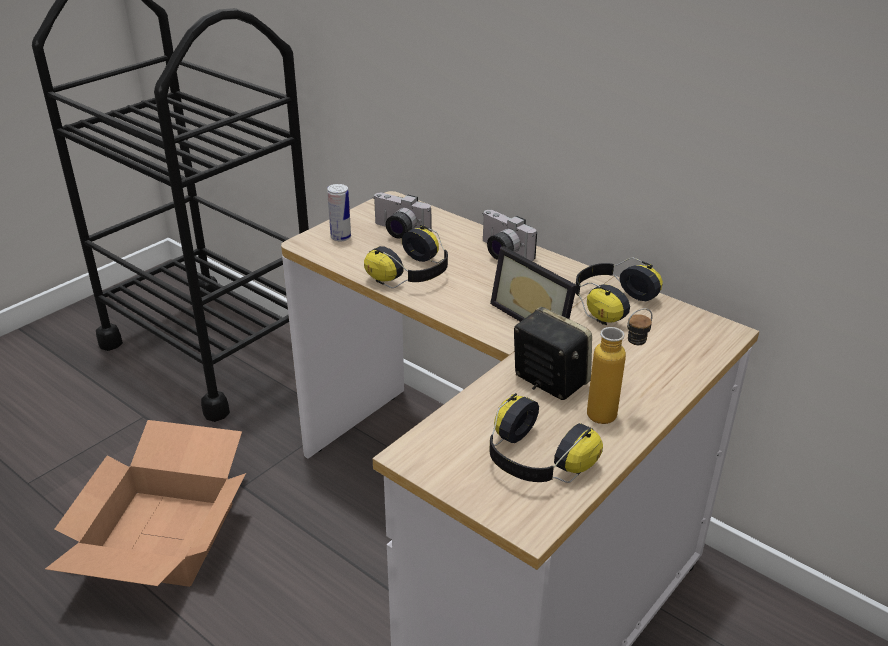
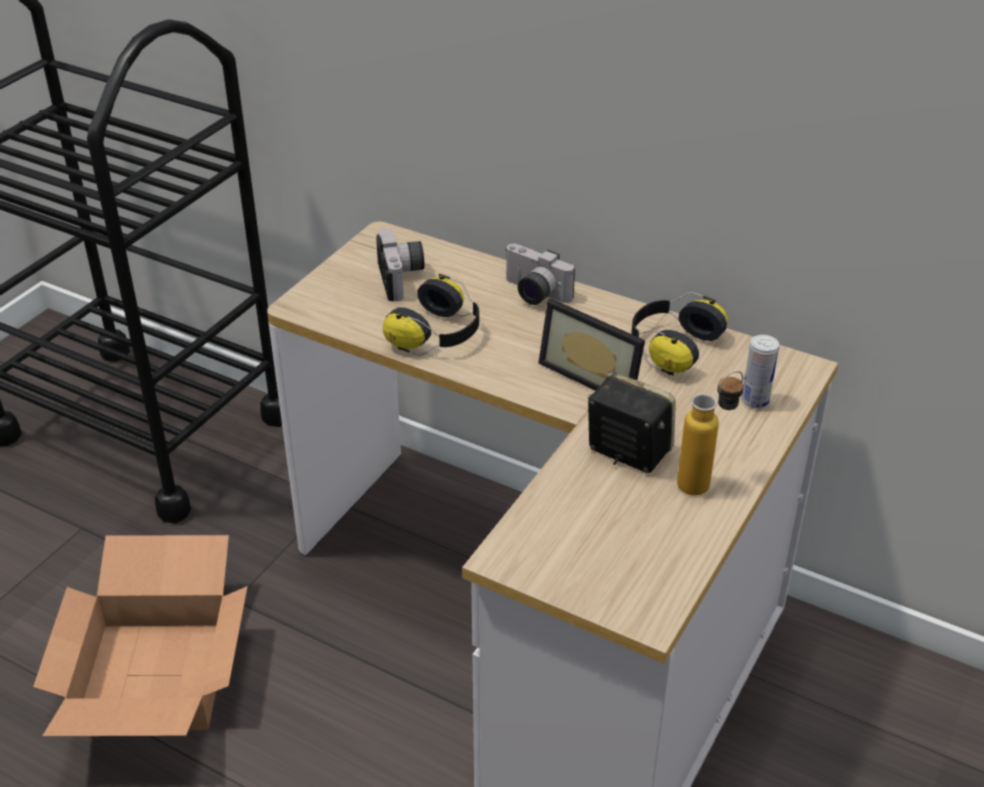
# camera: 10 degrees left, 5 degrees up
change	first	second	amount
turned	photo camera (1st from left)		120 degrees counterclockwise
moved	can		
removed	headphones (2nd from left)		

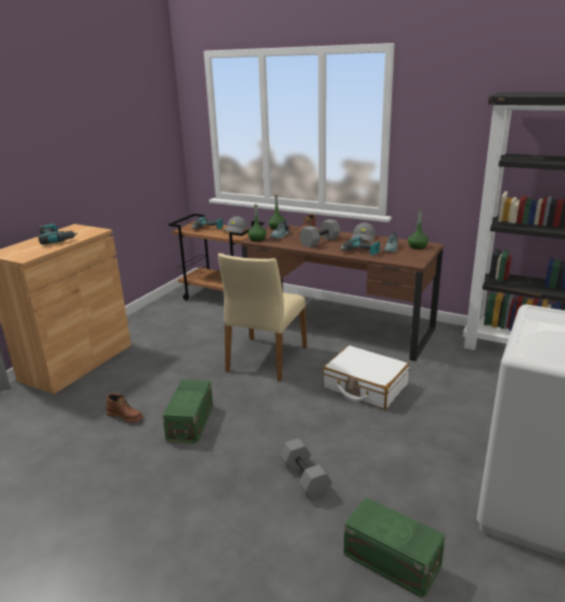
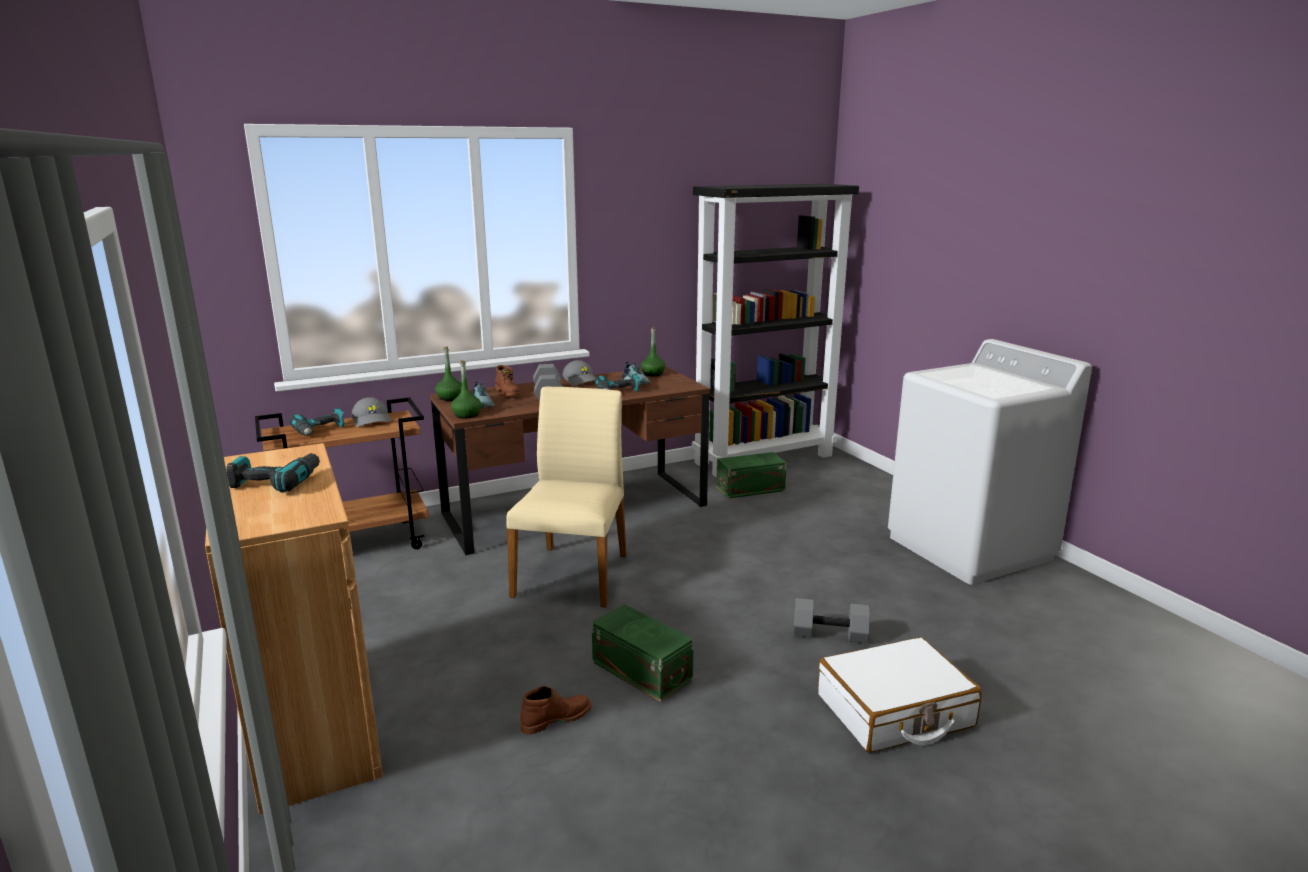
# camera: 55 degrees left, 5 degrees down
change	first	second	amount
turned	beige chair		135 degrees counterclockwise
moved	green storage box (2nd from left)		
moved	white suitcase		

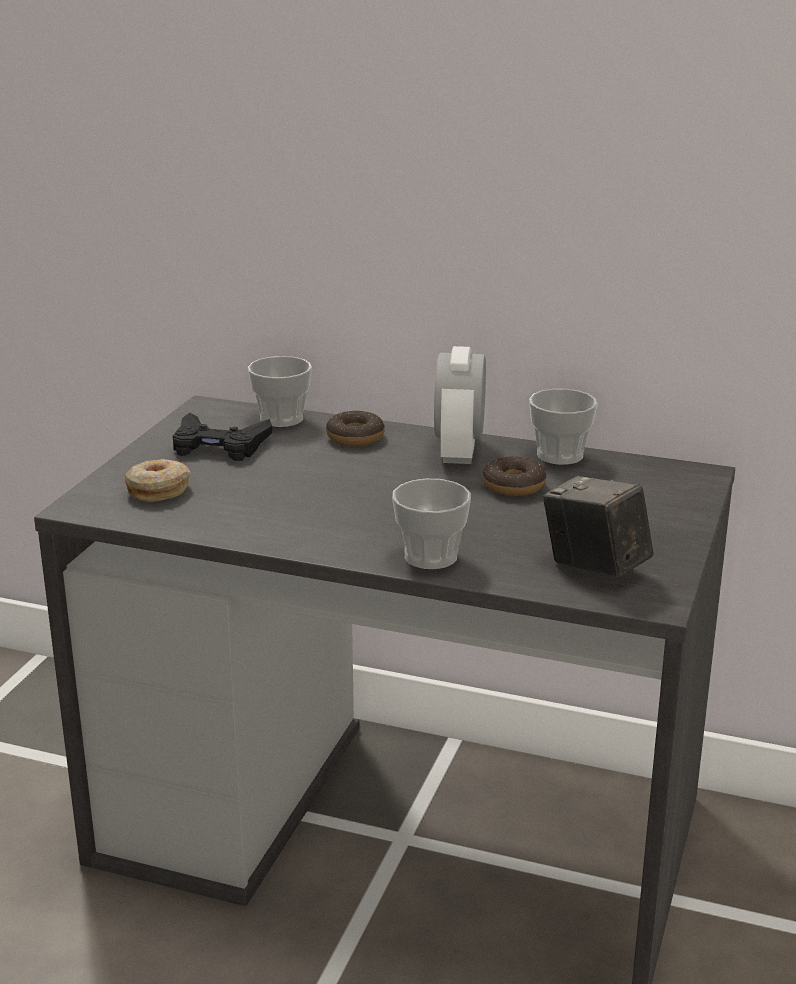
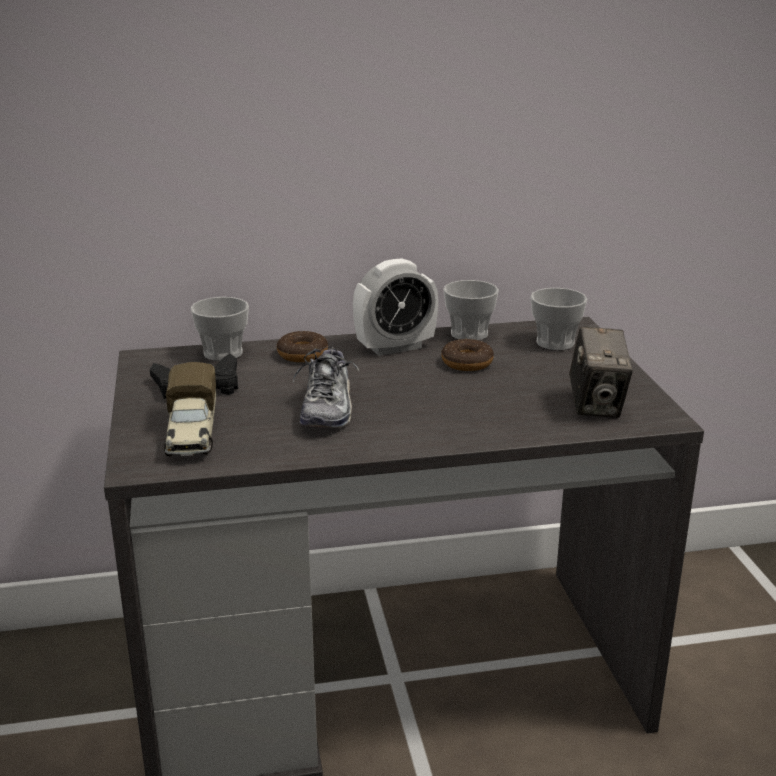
# camera: 30 degrees left, 0 degrees up
change	first	second	amount
replaced	donut (1st from left)	toy truck	
added		shoe	
turned	alarm clock		90 degrees counterclockwise
moved	cup (2nd from left in the first image)	cup (3rd from left)	
turned	photo camera		105 degrees counterclockwise

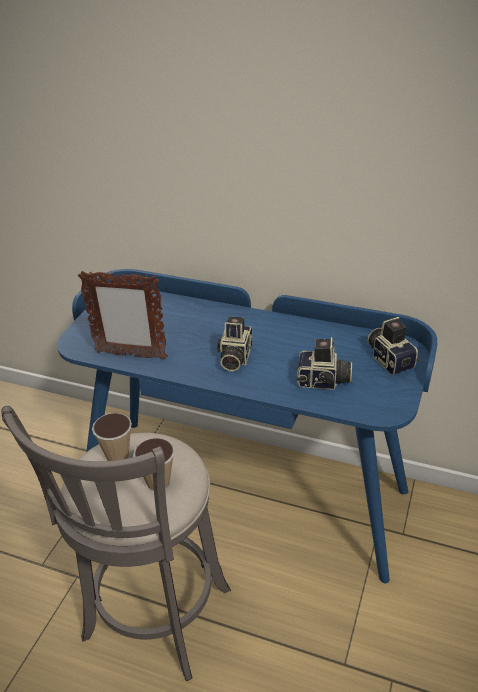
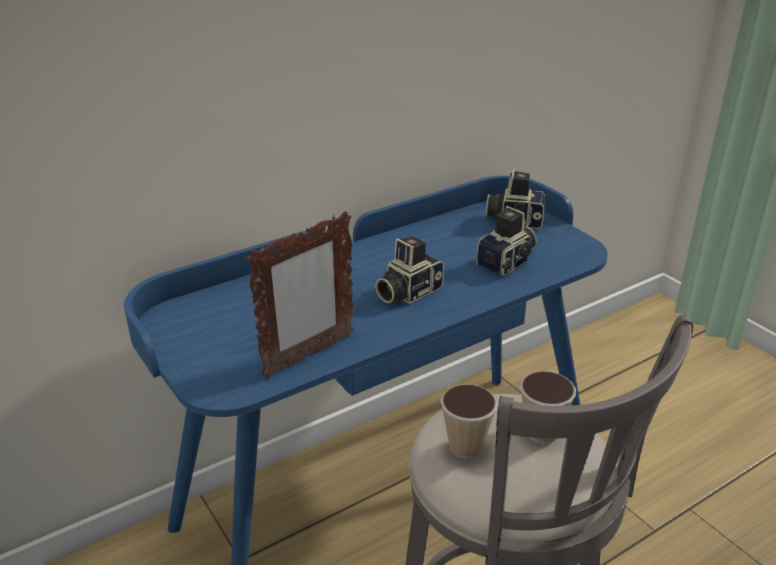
# camera: 55 degrees left, 5 degrees down
change	first	second	amount
turned	photo camera (1st from left)		90 degrees clockwise

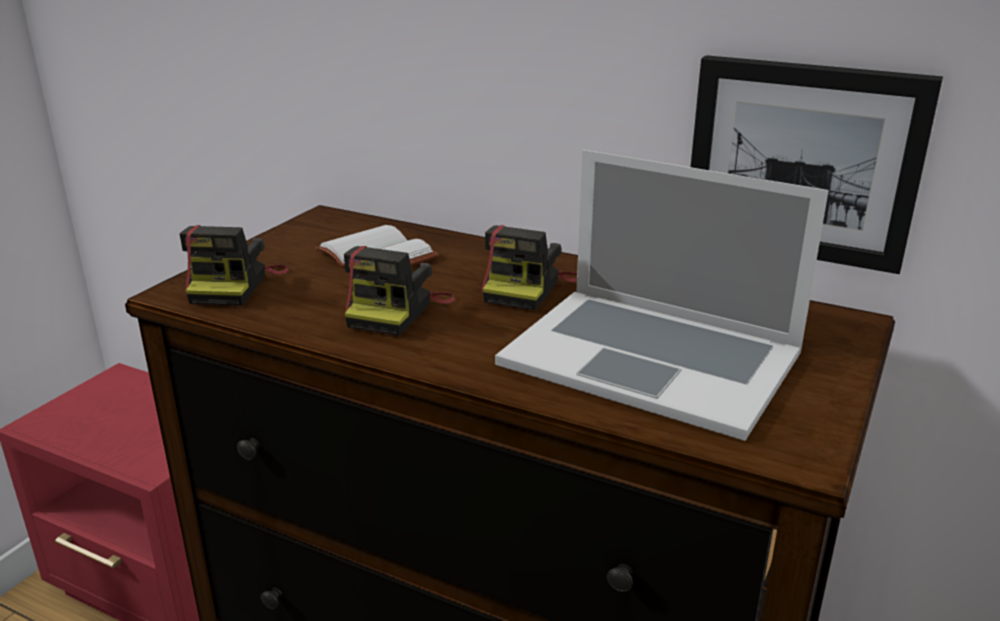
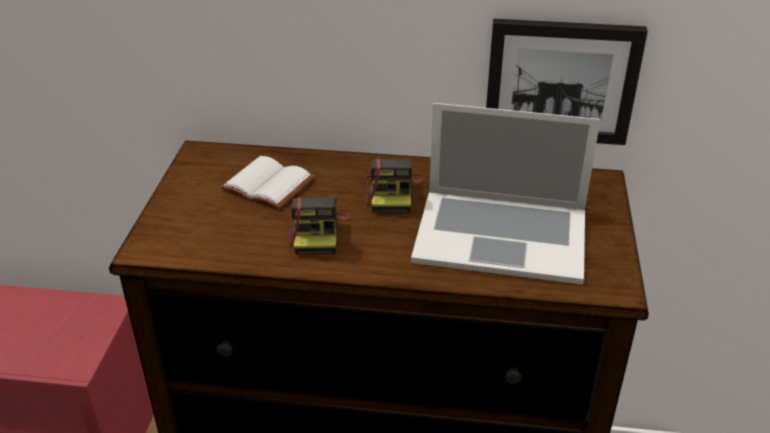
# camera: 20 degrees left, 10 degrees up
change	first	second	amount
removed	photo camera (1st from left)		

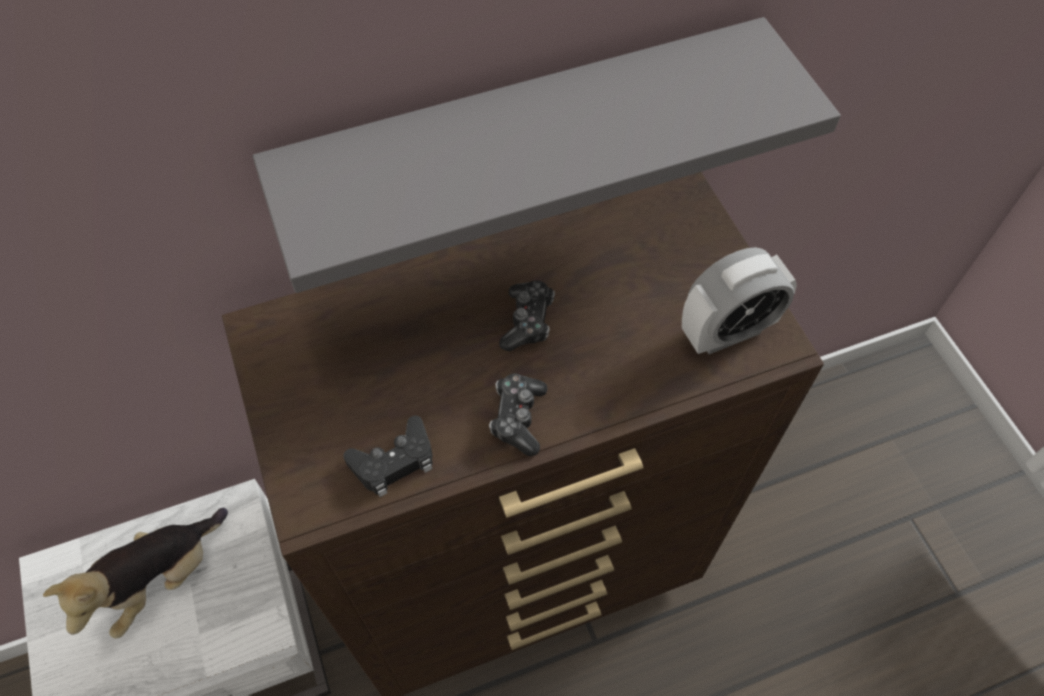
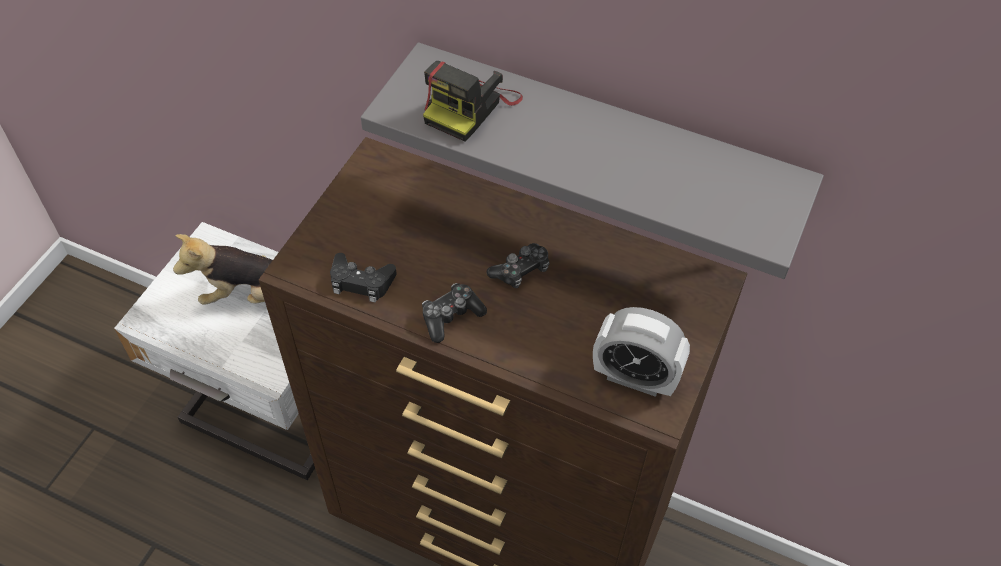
# camera: 45 degrees right, 5 degrees down
change	first	second	amount
added		photo camera	

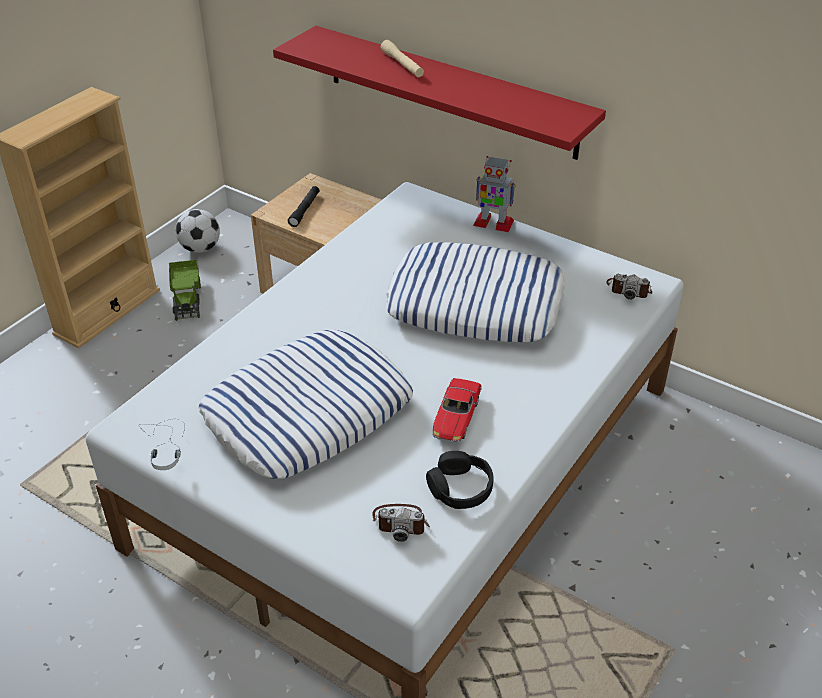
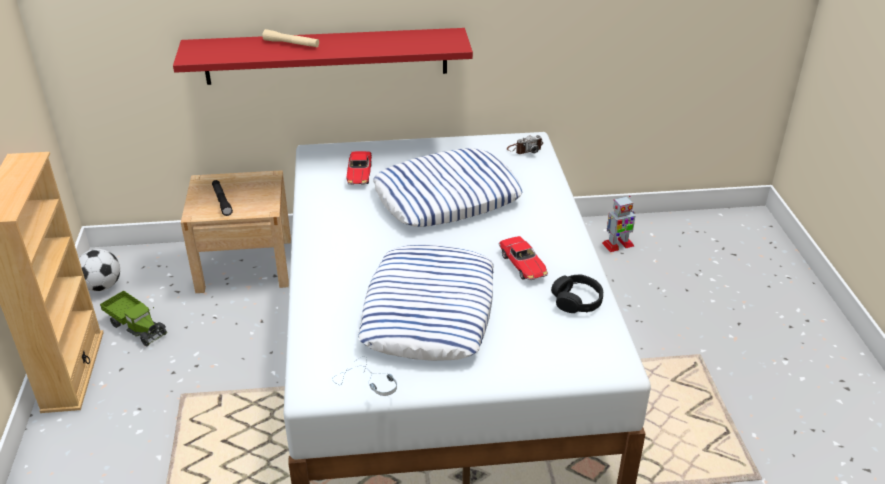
# camera: 40 degrees left, 5 degrees down
change	first	second	amount
added		toy car (1st from left)	
moved	toy robot		
removed	photo camera (1st from left)		

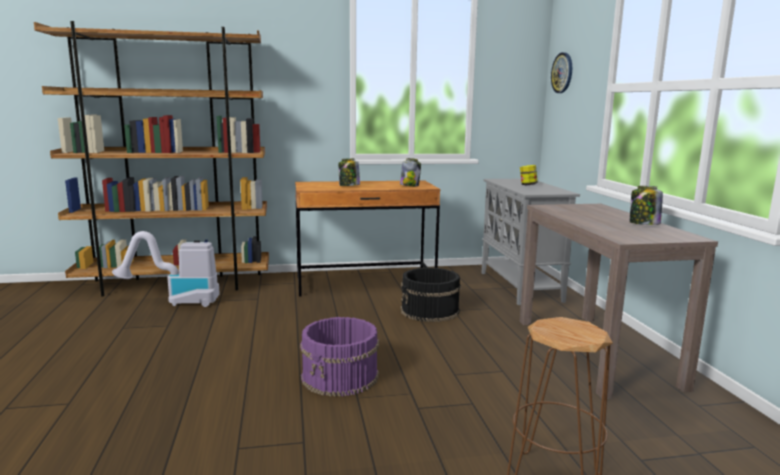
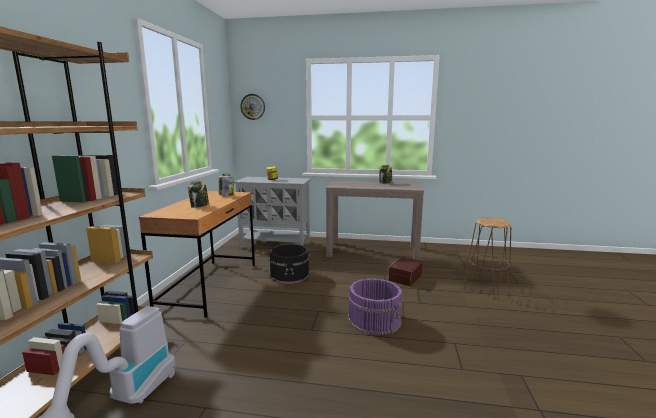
# camera: 70 degrees left, 0 degrees up
change	first	second	amount
added		brown storage box	

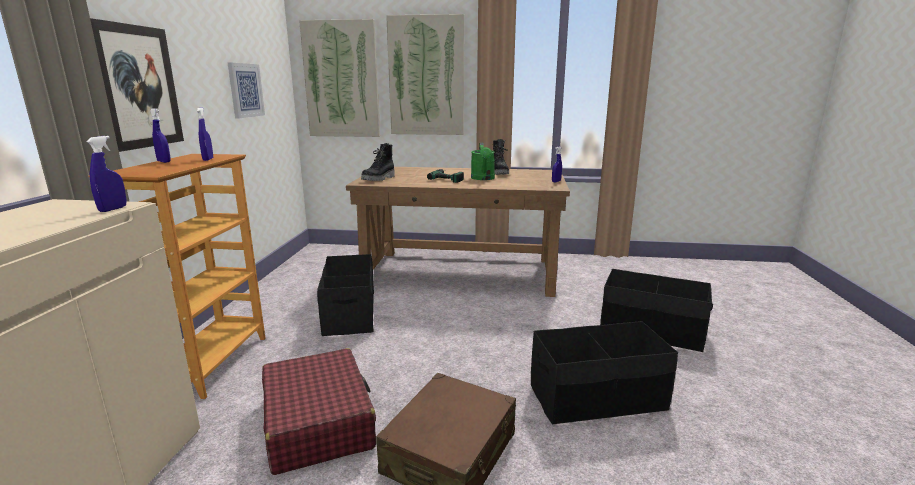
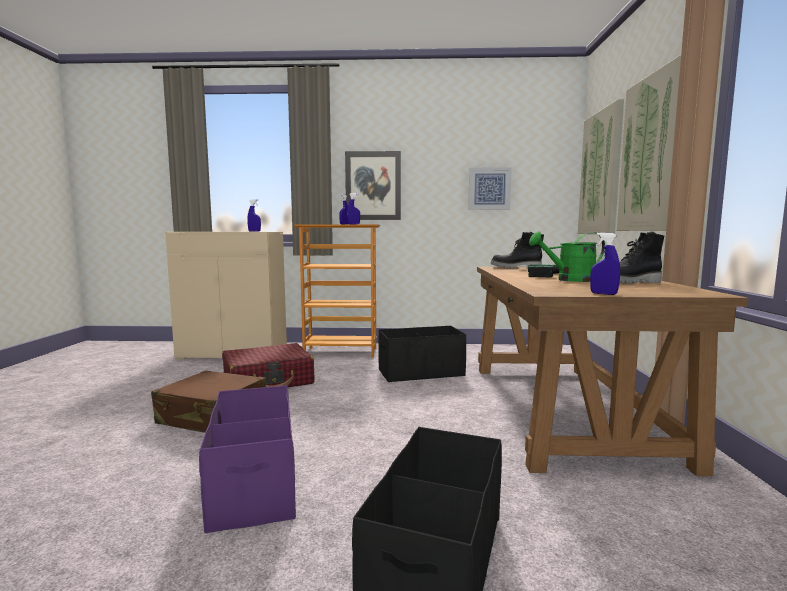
# camera: 85 degrees right, 10 degrees down
change	first	second	amount
recoloured	black storage box (2nd from left)	purple storage box	

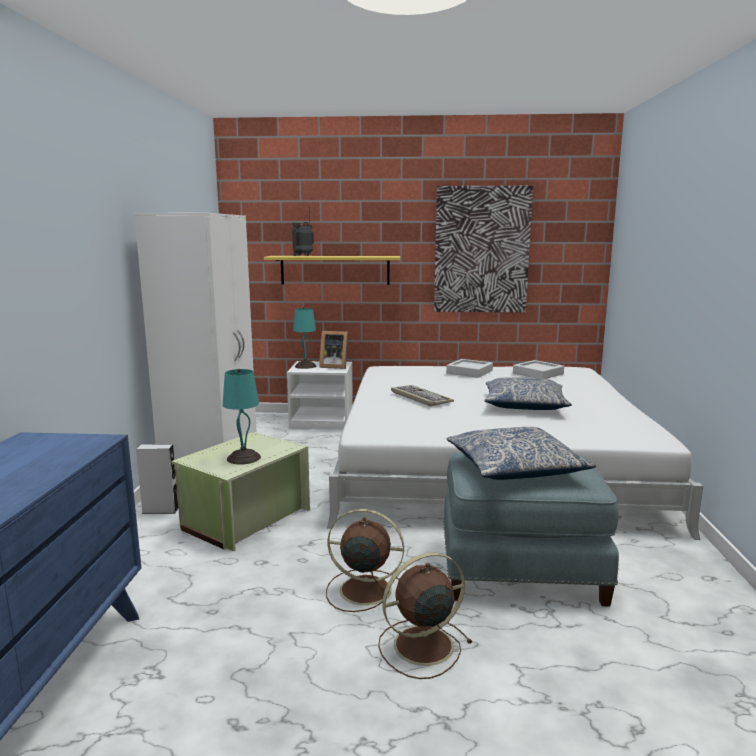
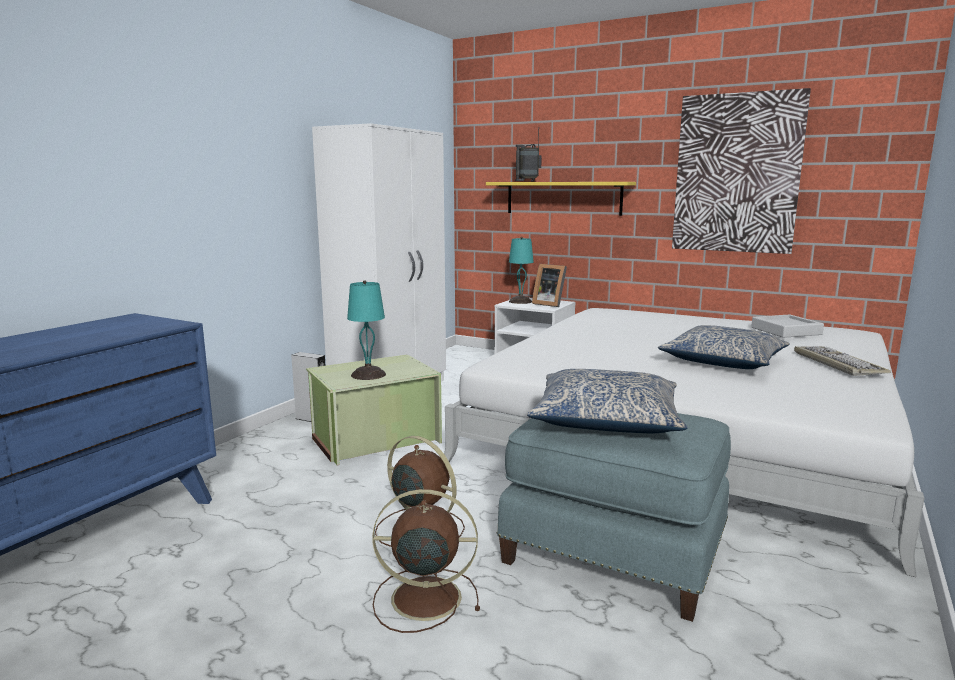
# camera: 25 degrees right, 0 degrees up
change	first	second	amount
moved	keyboard		
removed	grey tray (1st from left)		

